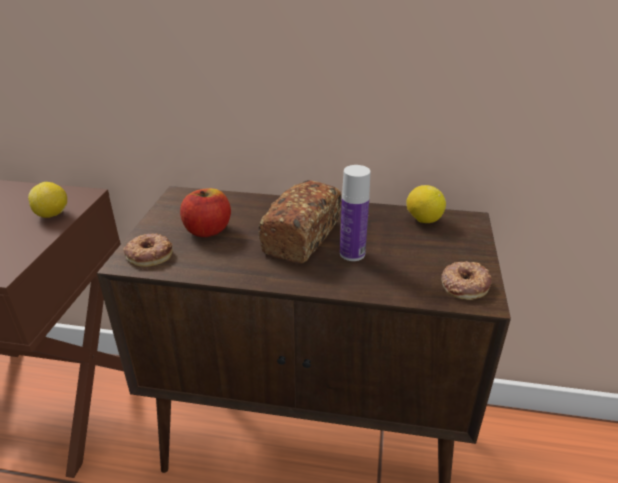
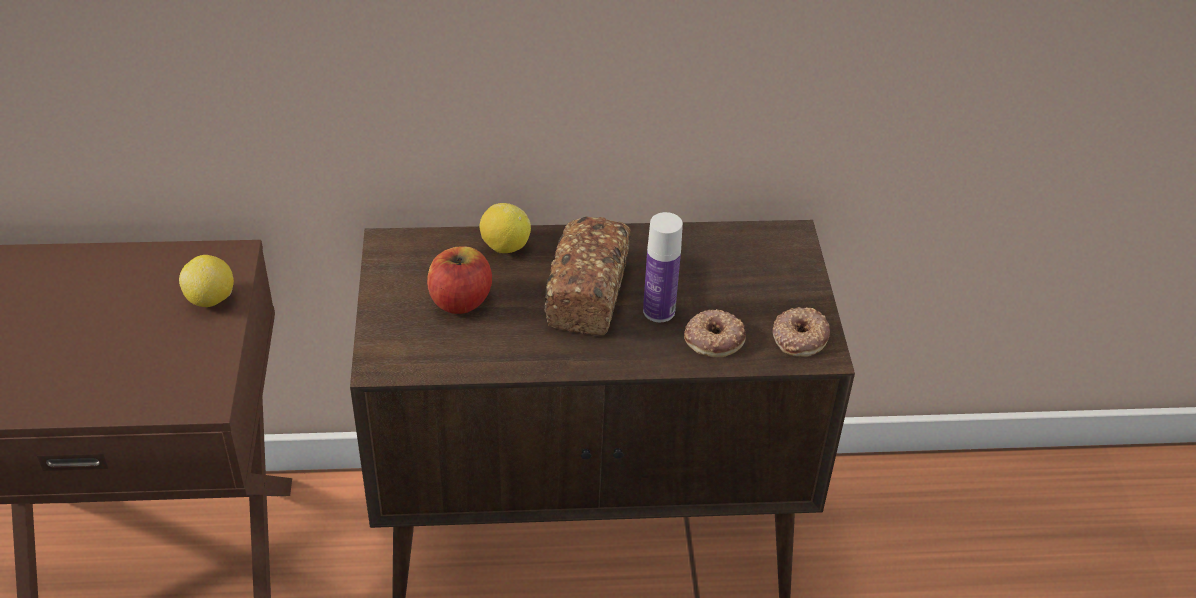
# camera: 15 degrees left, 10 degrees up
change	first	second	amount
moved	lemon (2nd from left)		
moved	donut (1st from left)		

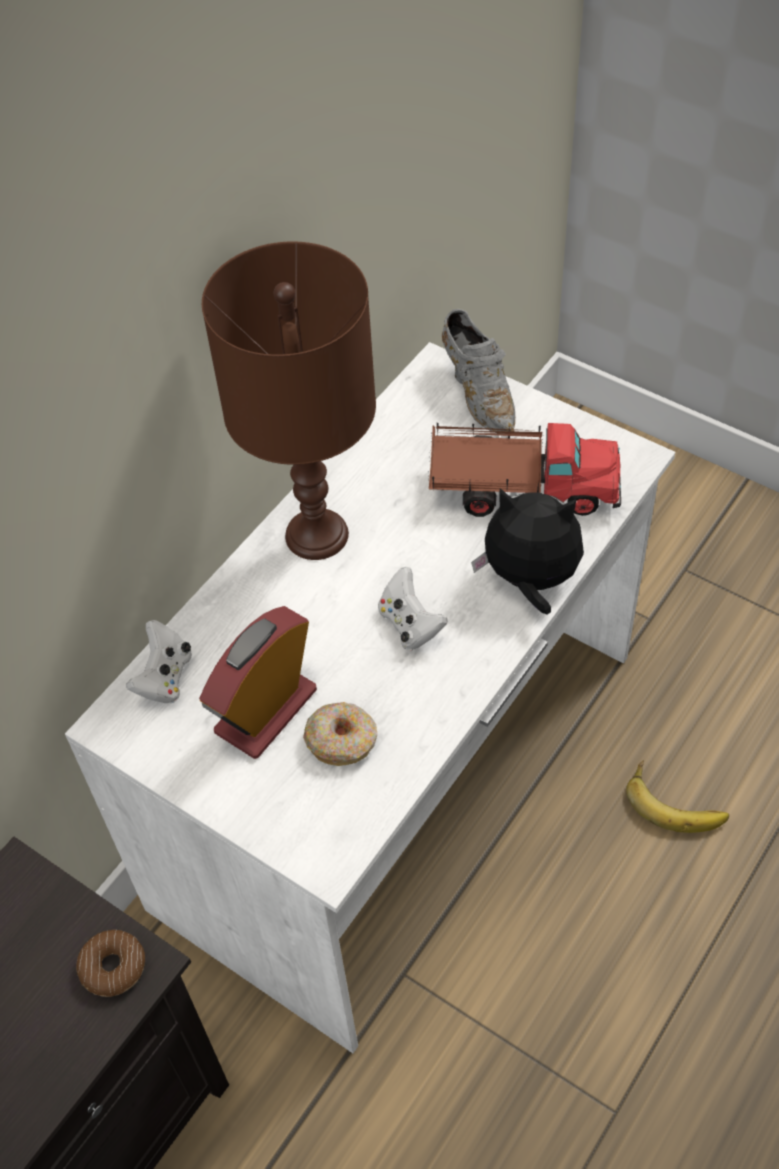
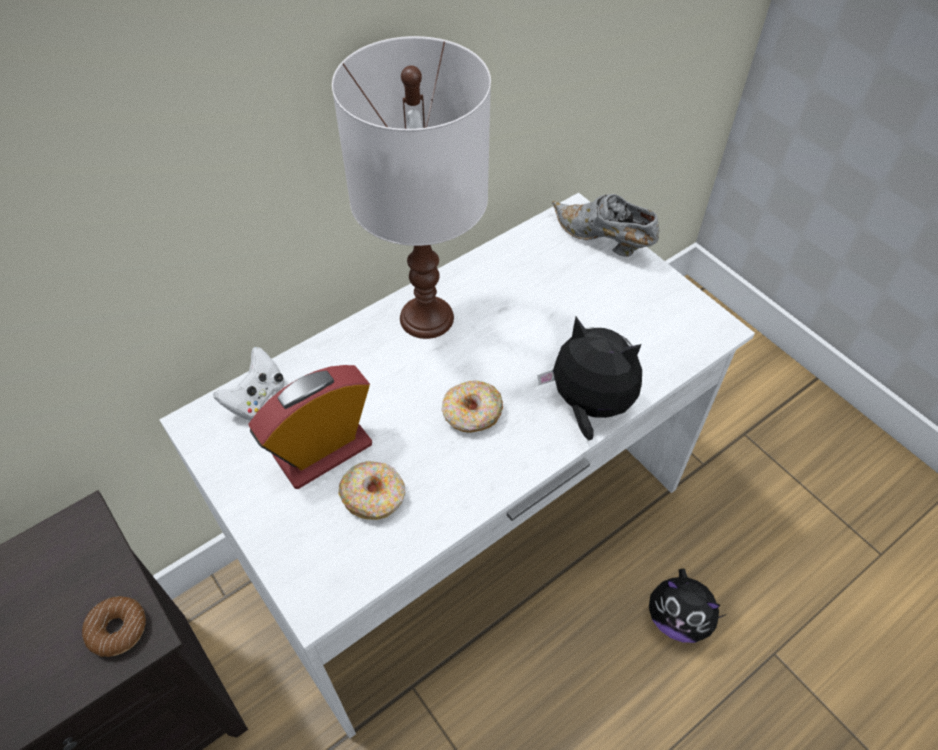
# camera: 15 degrees right, 0 degrees up
change	first	second	amount
recoloured	brown table lamp	white table lamp	
replaced	white game controller (2nd from left)	donut (3rd from left)	
turned	grey shoe		135 degrees clockwise
replaced	banana	plush toy (2nd from left)	
removed	toy truck		

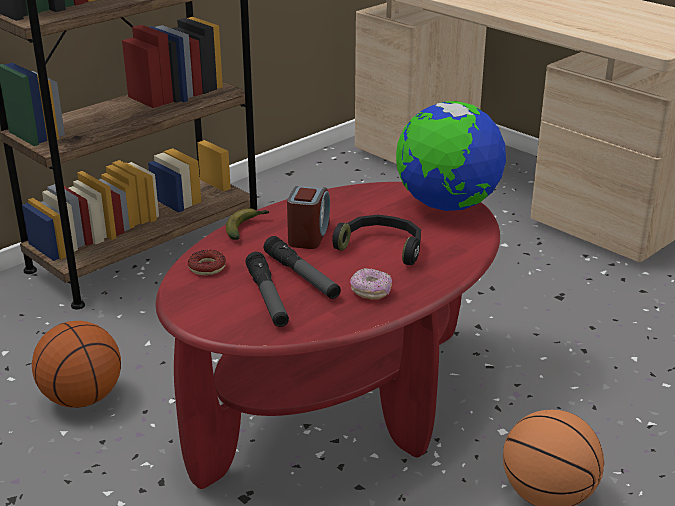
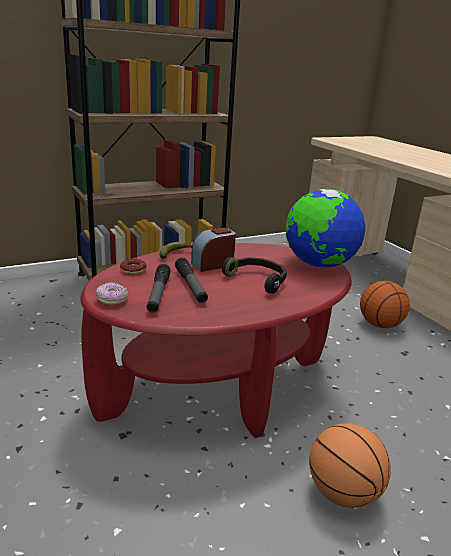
# camera: 15 degrees right, 5 degrees down
change	first	second	amount
moved	donut (2nd from left in the first image)	donut (1st from left)	
turned	alarm clock		150 degrees counterclockwise
moved	basketball (1st from left in the first image)	basketball (2nd from left)	

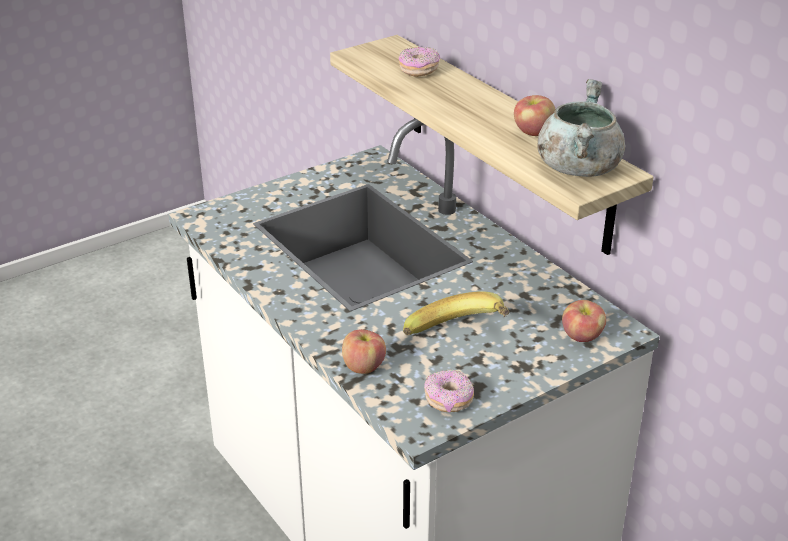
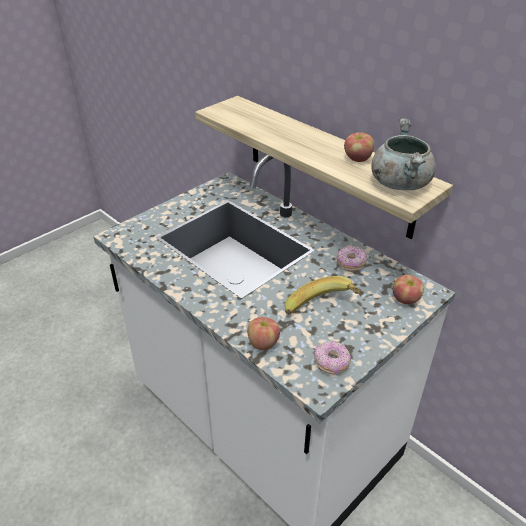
# camera: 10 degrees left, 5 degrees up
change	first	second	amount
moved	donut (1st from left in the first image)	donut (2nd from left)	

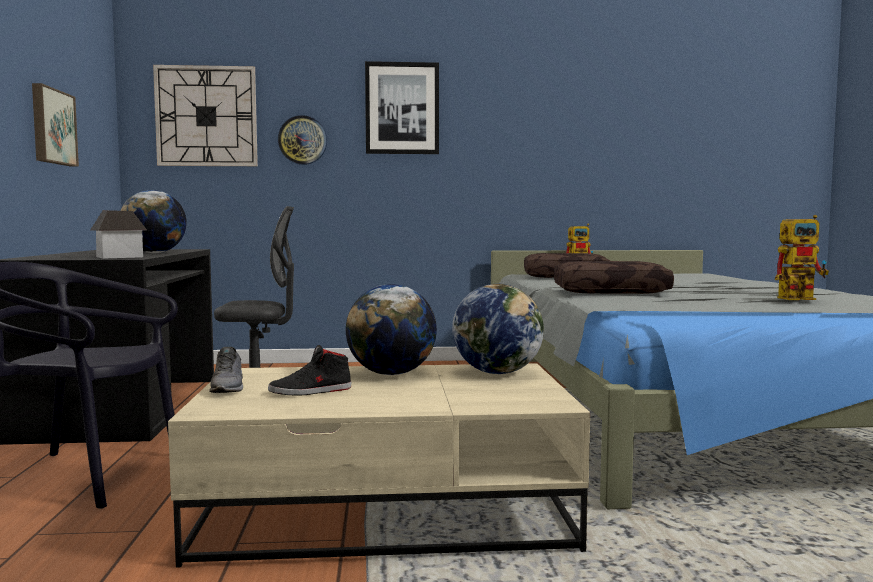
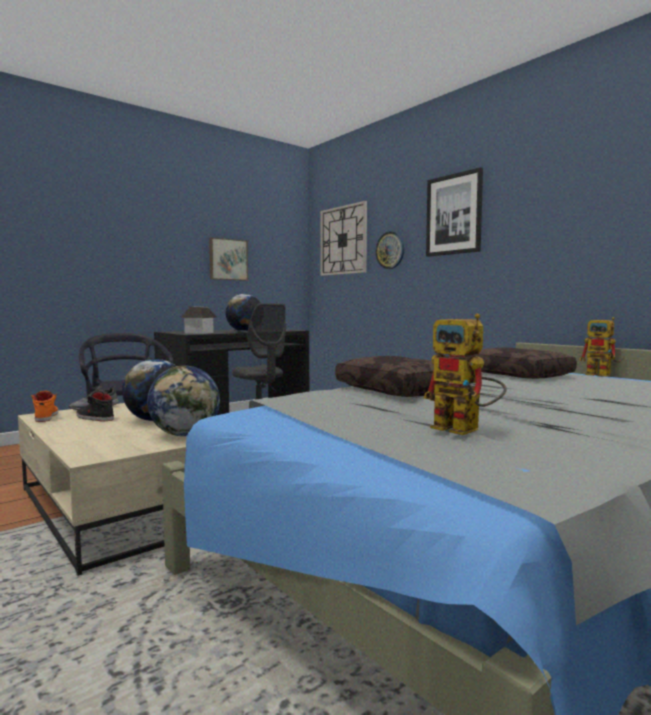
# camera: 55 degrees right, 0 degrees up
change	first	second	amount
added		orange shoe	

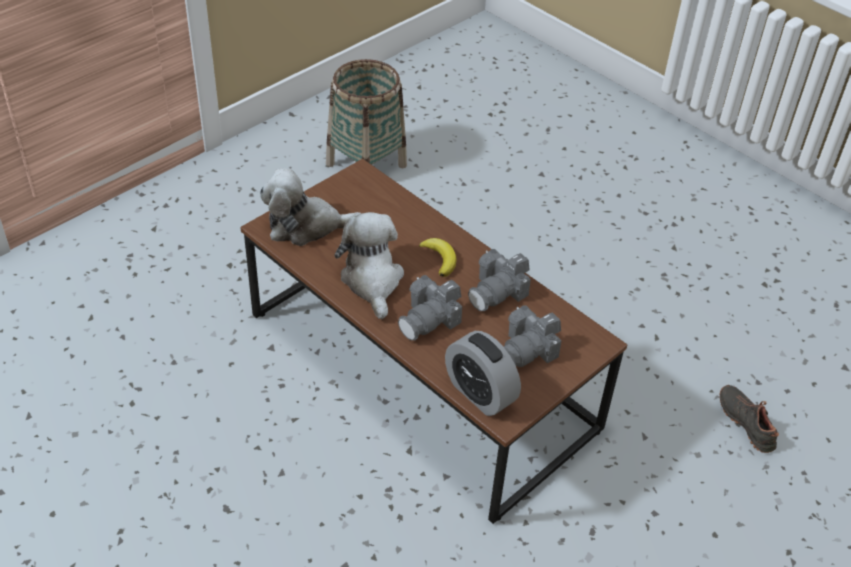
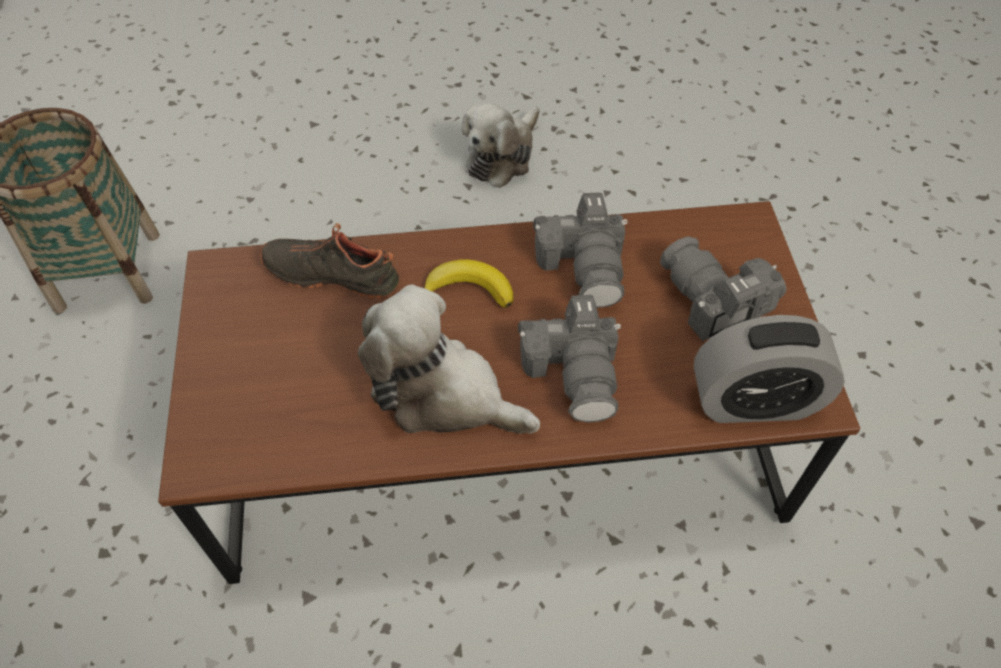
# camera: 50 degrees left, 10 degrees up
change	first	second	amount
moved	black shoe		
moved	plush toy (1st from left in the first image)	plush toy (2nd from left)	
turned	photo camera (3rd from left)		150 degrees clockwise

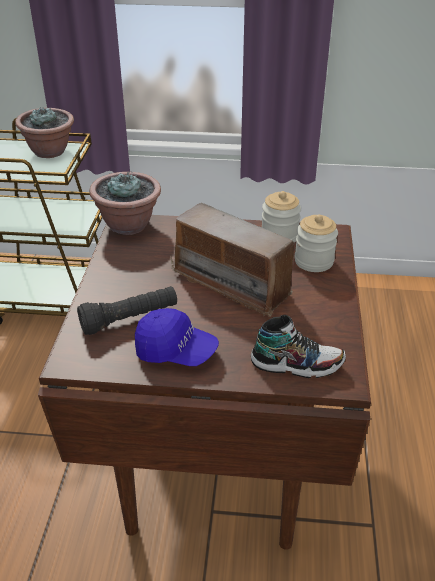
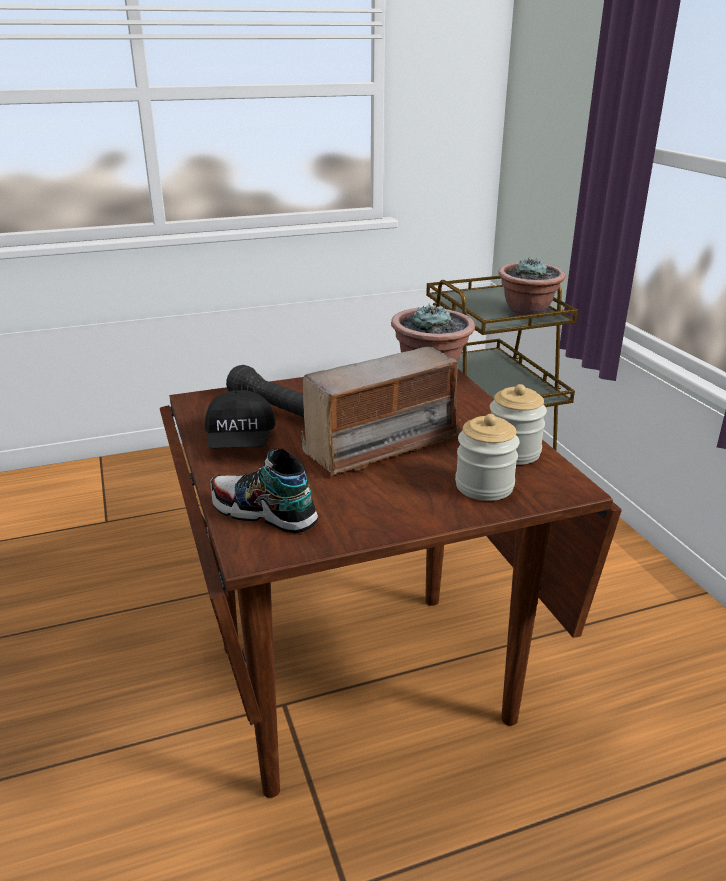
# camera: 65 degrees right, 10 degrees down
change	first	second	amount
recoloured	blue cap	black cap	
turned	shoe		135 degrees clockwise
turned	radio		135 degrees counterclockwise

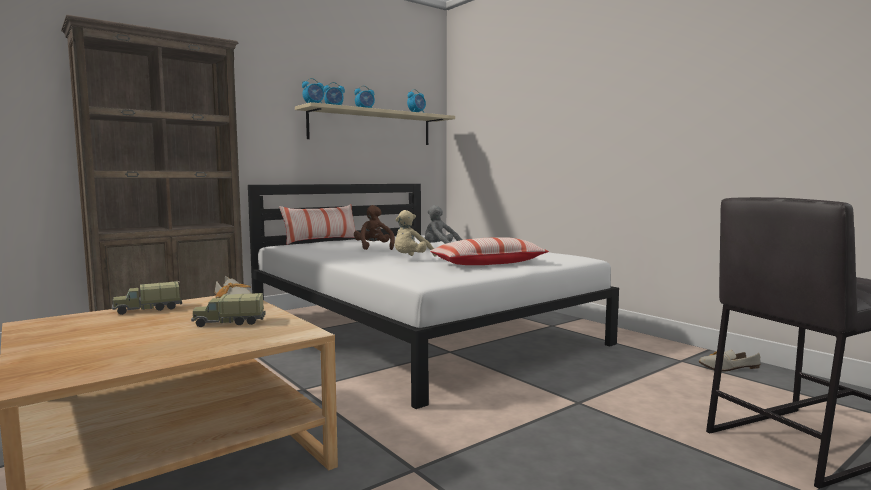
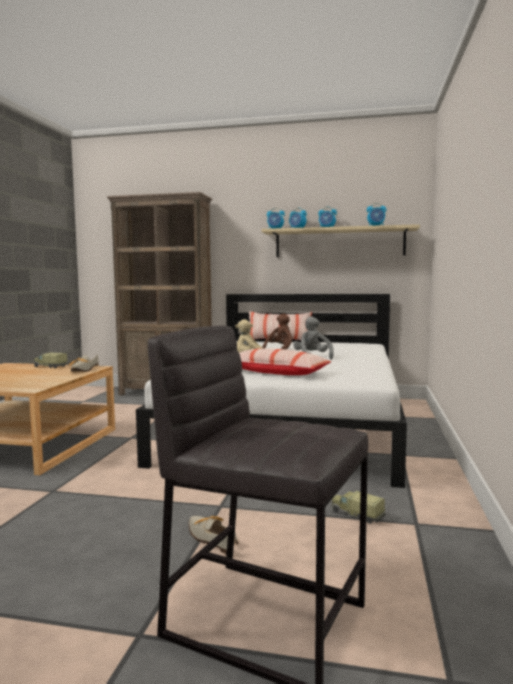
# camera: 50 degrees right, 0 degrees up
change	first	second	amount
moved	shoe (2nd from left)		
moved	toy truck (2nd from left)		

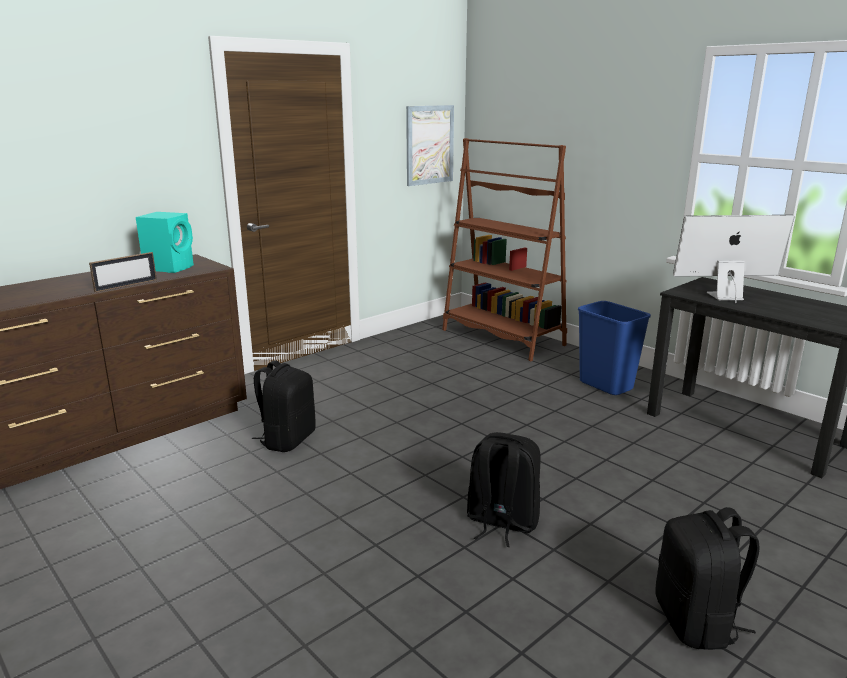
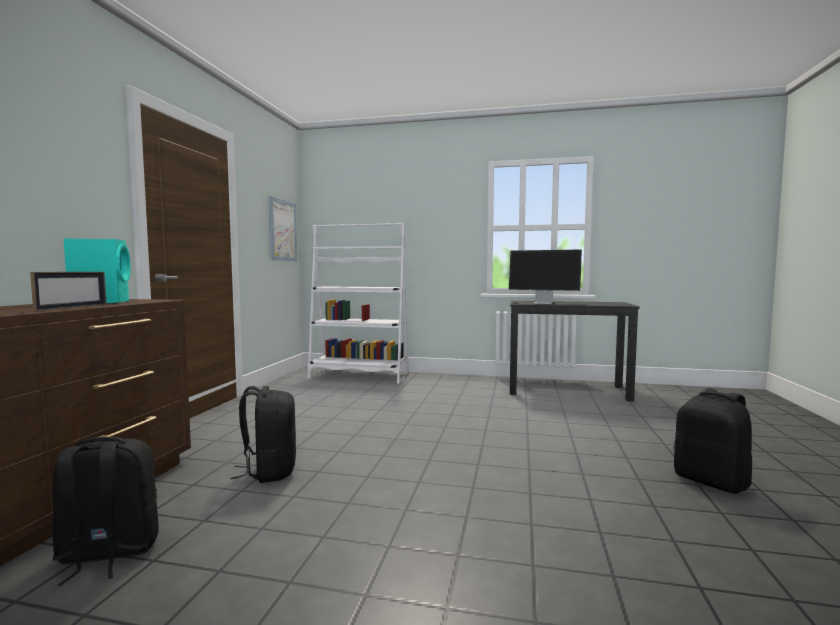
# camera: 35 degrees left, 15 degrees down
change	first	second	amount
moved	black backpack (2nd from left in the first image)	black backpack (1st from left)	
recoloured	brown bookcase	white bookcase	
turned	monitor		120 degrees counterclockwise
removed	blue trash can		

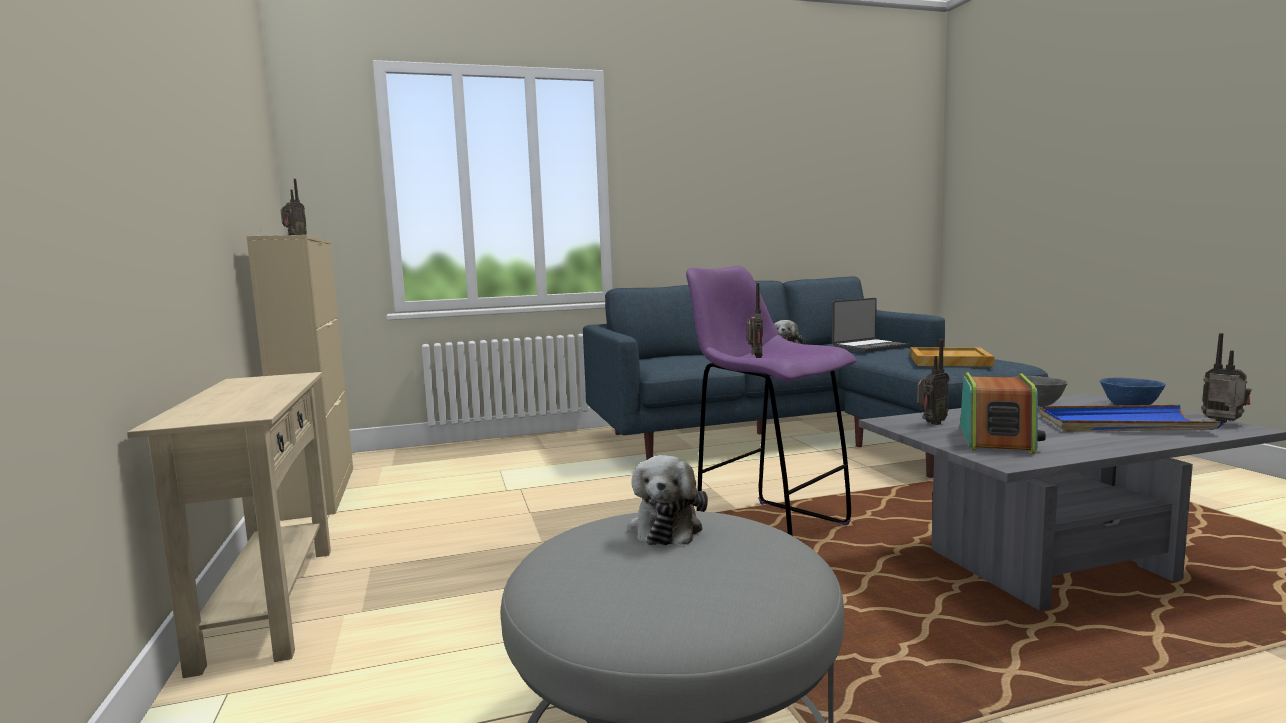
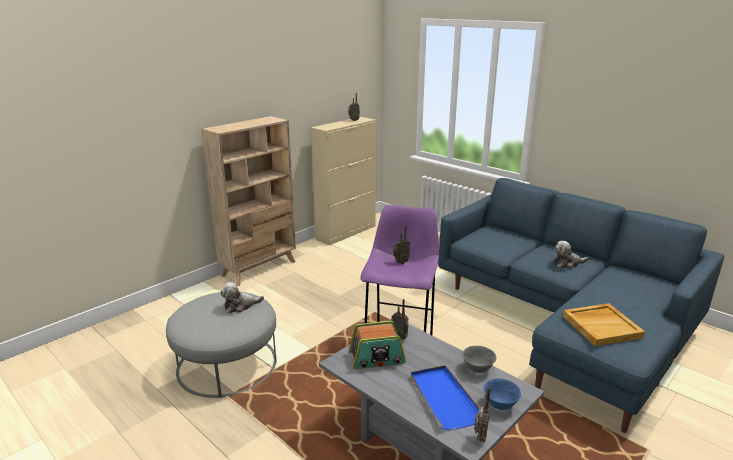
# camera: 60 degrees right, 15 degrees up
change	first	second	amount
replaced	beige console table	beige bookcase	
removed	laptop		

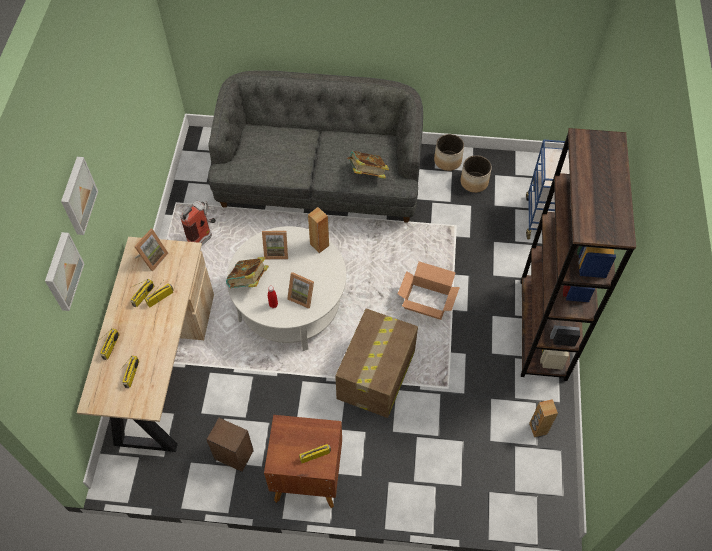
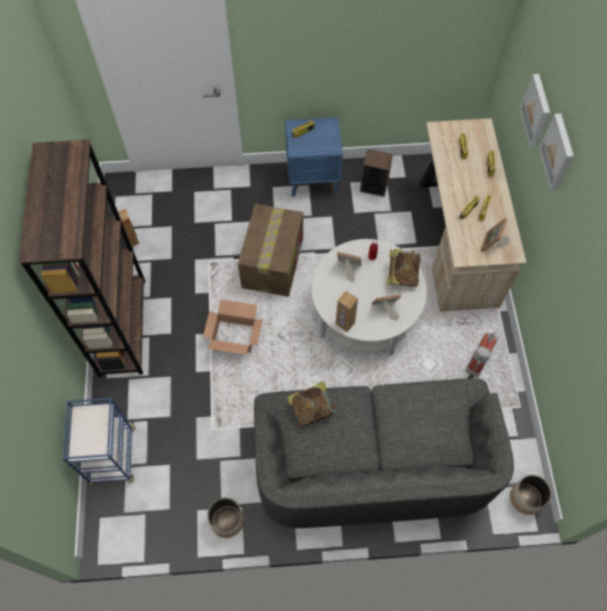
# camera: 170 degrees right, 5 degrees up
change	first	second	amount
recoloured	brown nightstand	blue nightstand	
moved	planter (2nd from left)		

